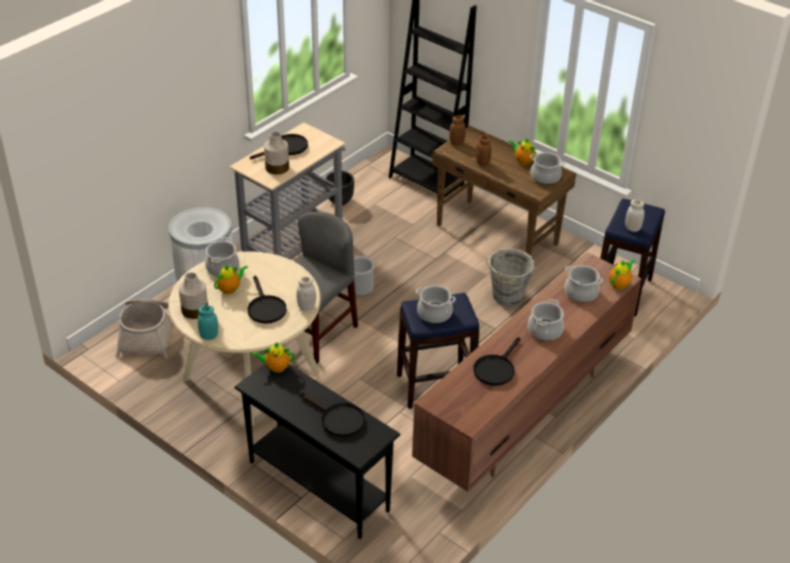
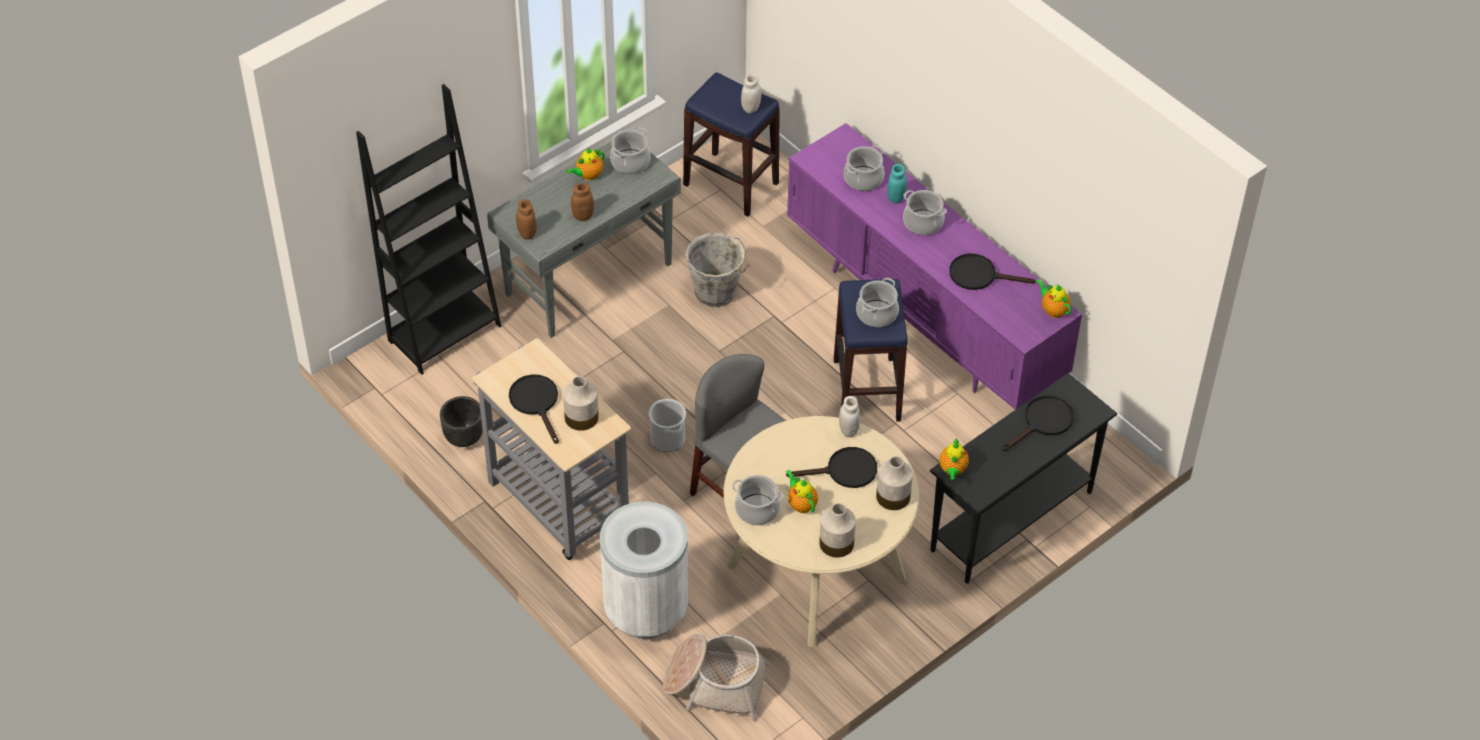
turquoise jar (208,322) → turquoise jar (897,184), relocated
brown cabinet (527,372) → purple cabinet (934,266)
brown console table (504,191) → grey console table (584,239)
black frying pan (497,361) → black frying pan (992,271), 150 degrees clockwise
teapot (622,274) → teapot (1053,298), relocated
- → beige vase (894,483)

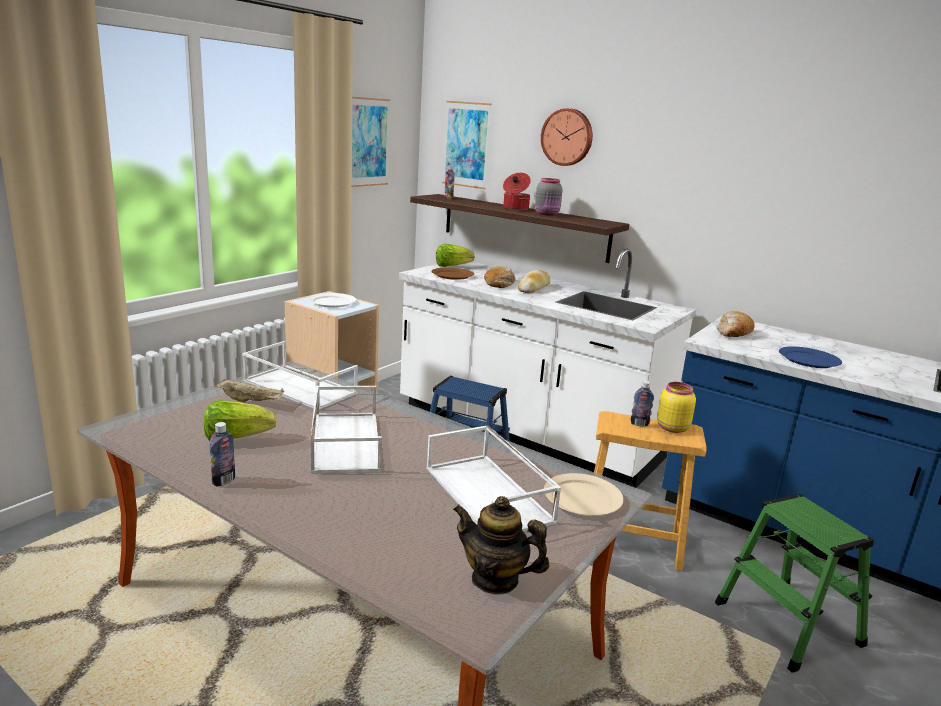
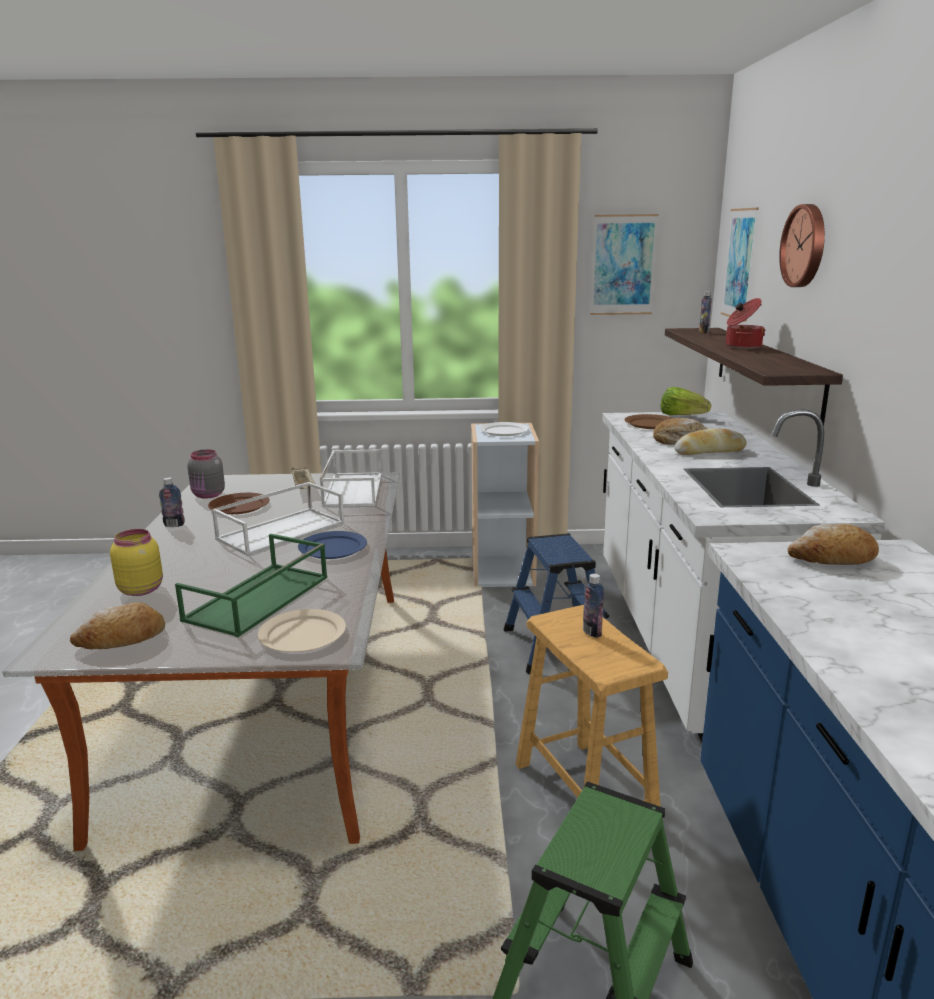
lettuce (240,420) → brown plate (238,503)
white tray (493,478) → green tray (251,585)
teapot (501,545) → bread (117,625)
grey jar (549,197) → grey jar (206,474), relocated
yellow jar (676,407) → yellow jar (136,562), relocated
blue plate (810,357) → blue plate (332,545), relocated

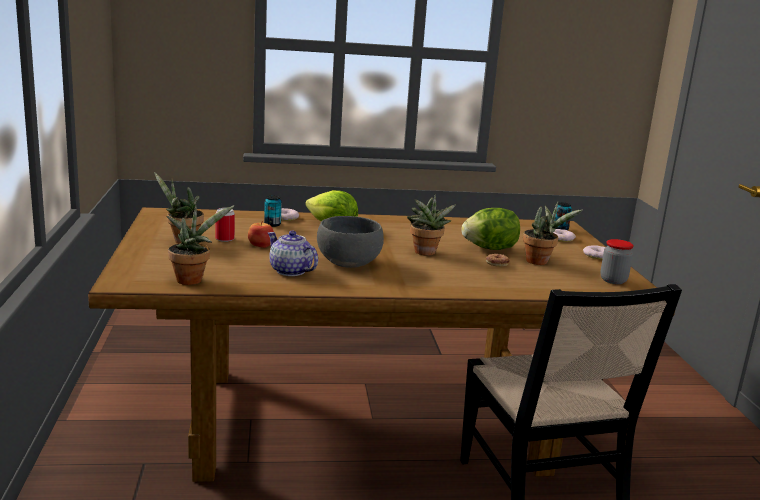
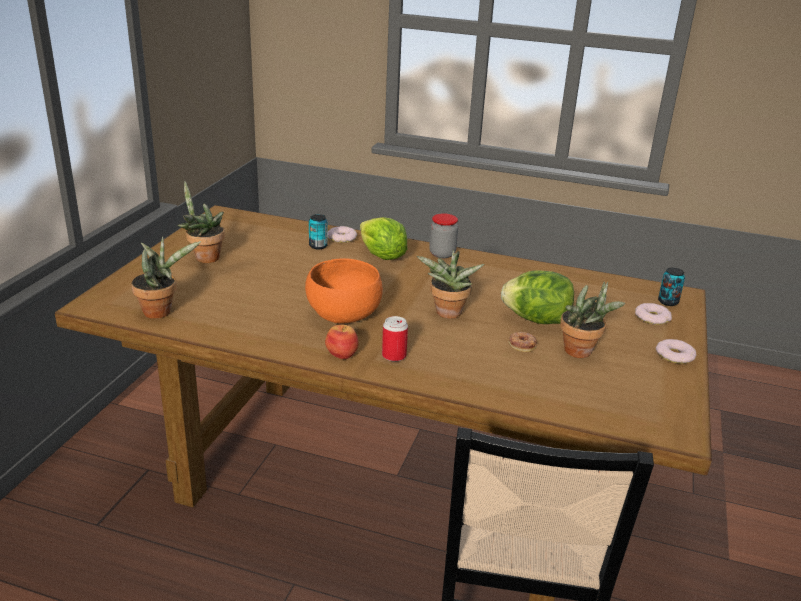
can (225,225) → can (395,339), relocated
apple (261,234) → apple (342,342), relocated
teapot (293,253) → -
grey bowl (350,242) → orange bowl (344,291)
jar (617,261) → jar (443,235), relocated

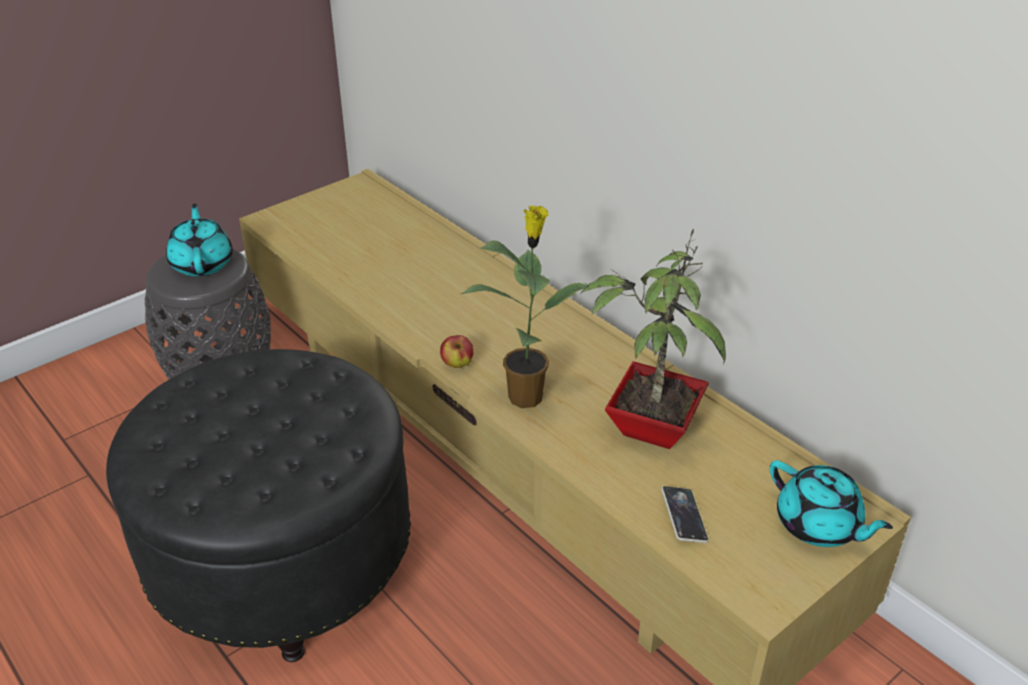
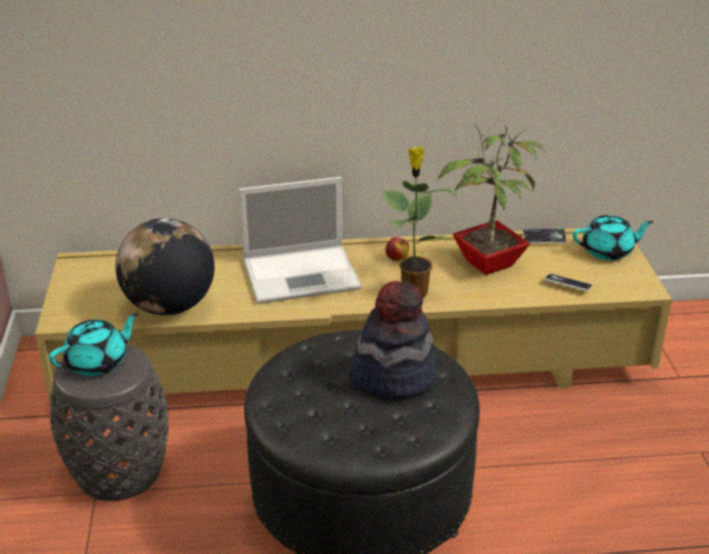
turquoise teapot (199,239) → turquoise teapot (94,344), 120 degrees clockwise
apple (456,351) → apple (397,249), relocated
- → globe (165,266)
- → laptop (300,240)
- → hat (393,340)
- → phone (544,236)

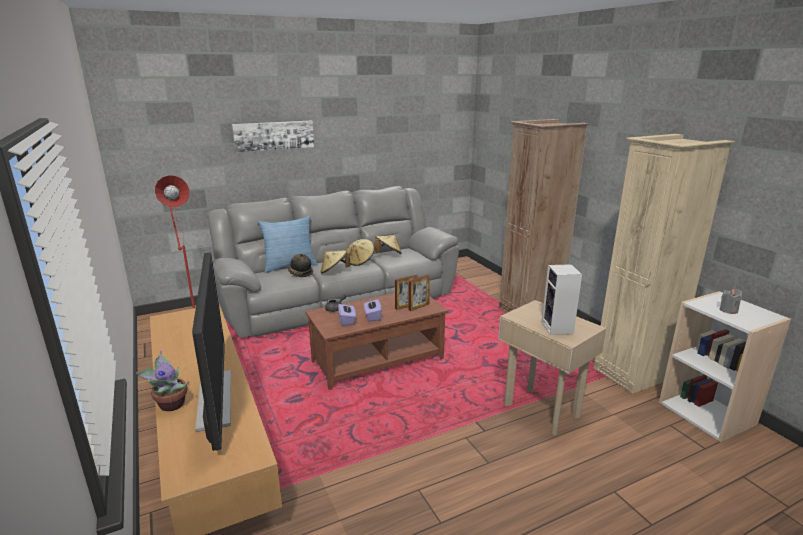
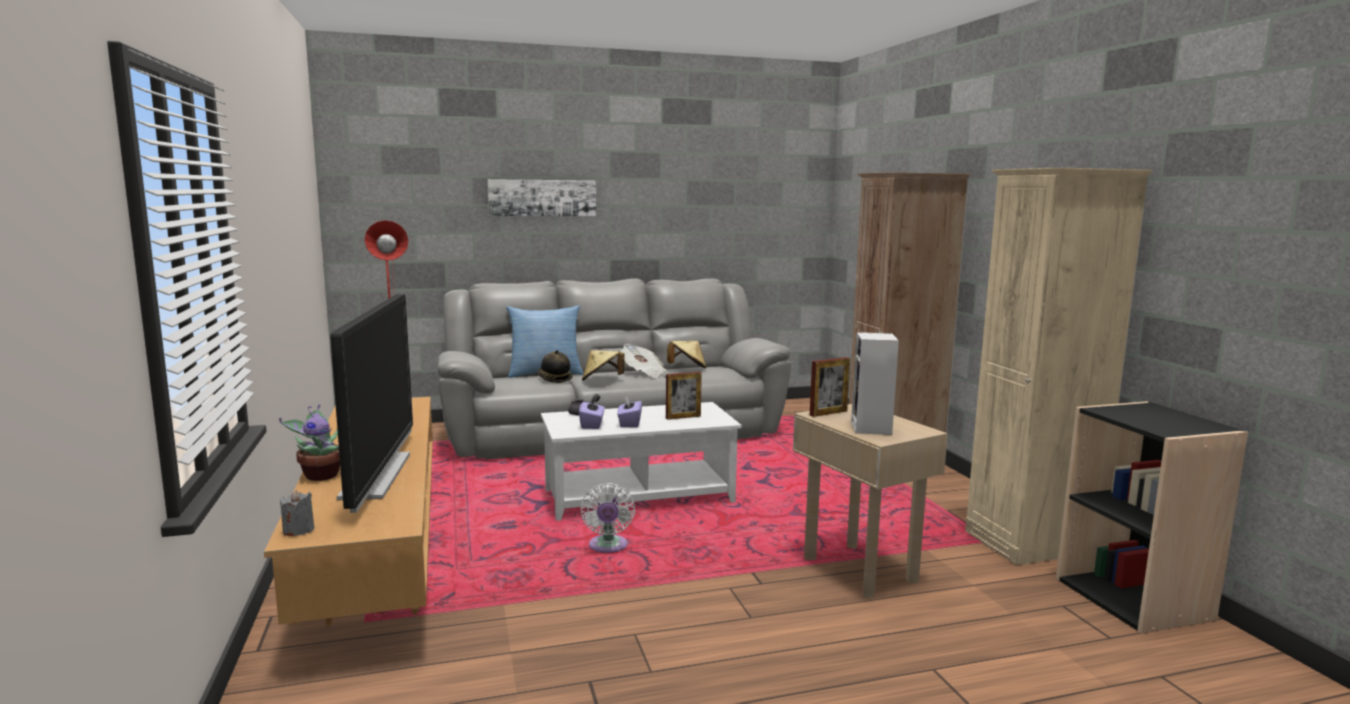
brown coffee table (376,341) → white coffee table (641,461)
beige hat (360,252) → newspaper (643,361)
picture frame (419,293) → picture frame (830,387), relocated
white bookcase (725,366) → black bookcase (1152,517)
grey candle (731,301) → grey candle (297,513), relocated
- → white fan (607,518)

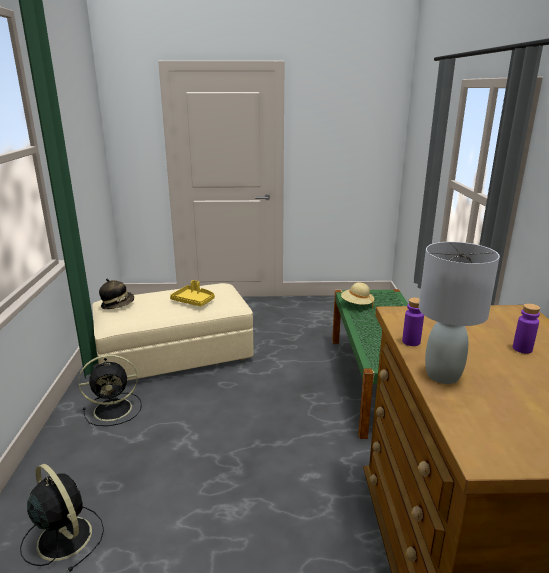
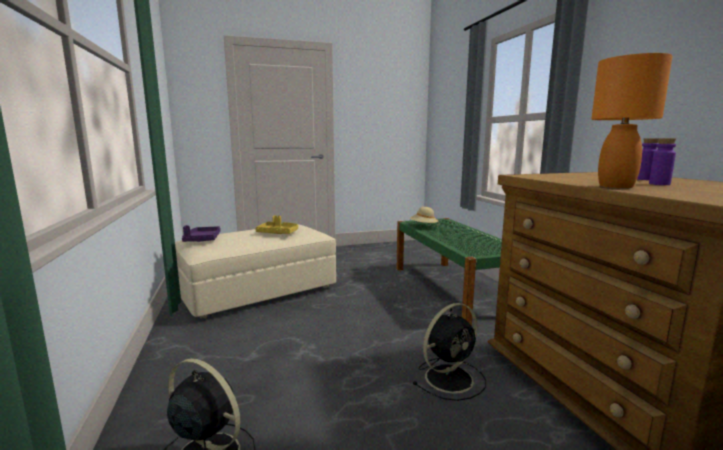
black fan (110,390) → black fan (449,352), relocated
hat (116,294) → purple tray (201,233)
purple bottle (413,322) → purple bottle (662,161), relocated
grey table lamp (459,313) → orange table lamp (632,120)

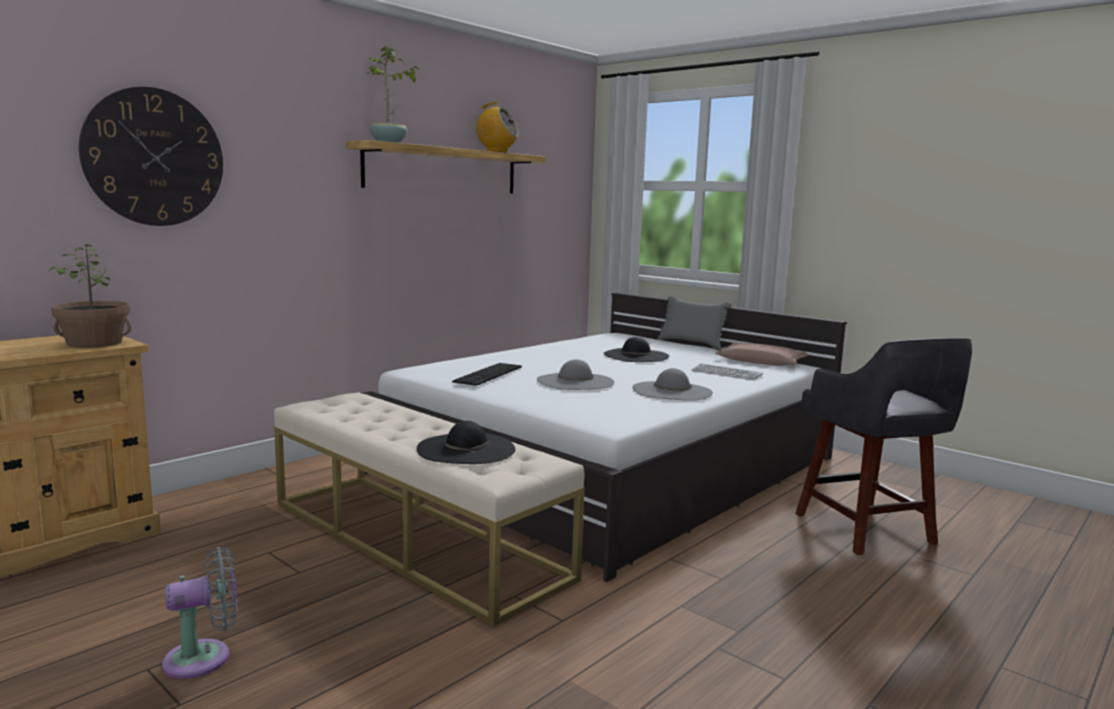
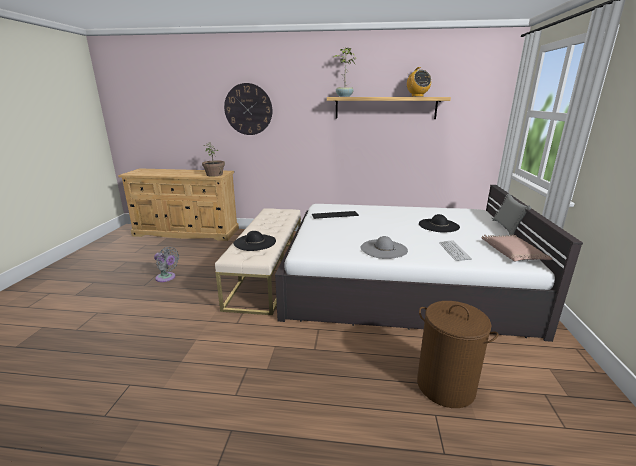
grey hat (575,374) → -
grey stool (883,446) → brown laundry basket (457,354)

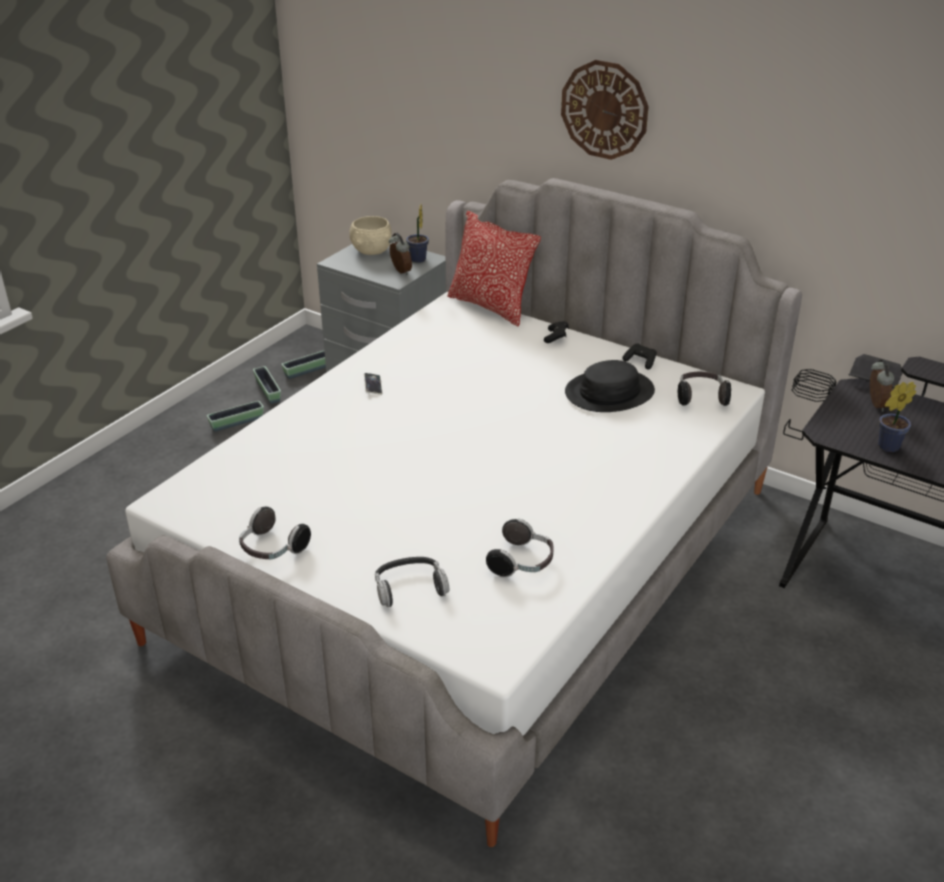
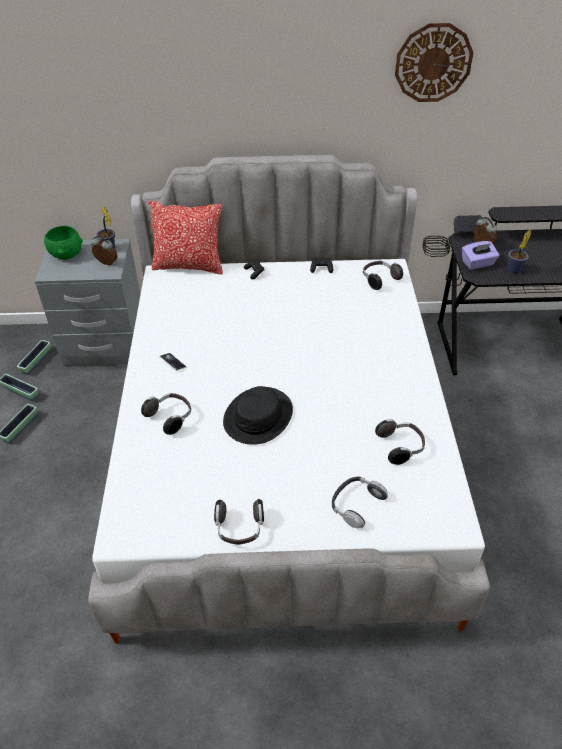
beige bowl (370,235) → green bowl (63,243)
wall clock (605,110) → wall clock (434,62), relocated
black hat (610,386) → black hat (258,415), relocated
- → headphones (166,414)
- → purple tissue box (480,255)

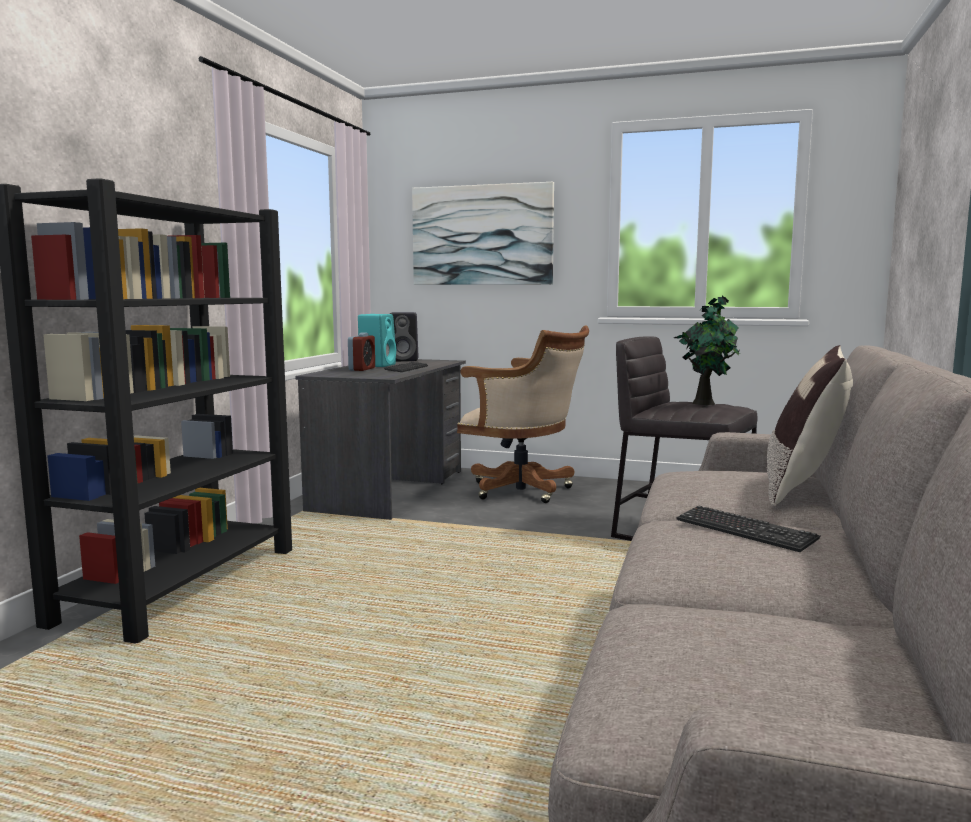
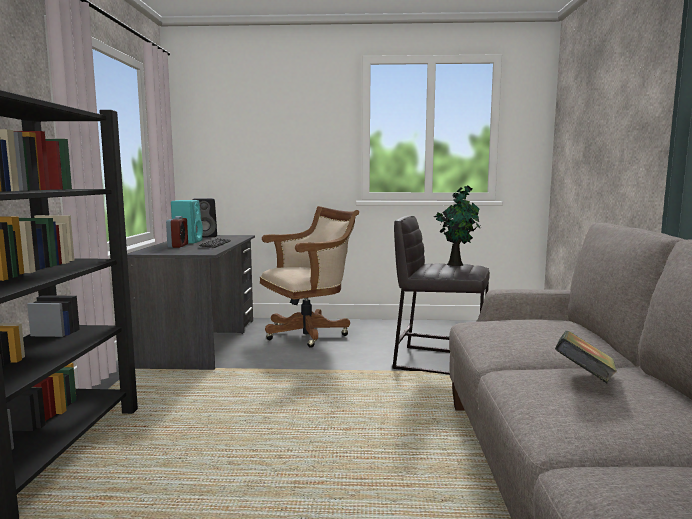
picture (483,233) → -
office chair (523,414) → office chair (309,276), 45 degrees counterclockwise
keyboard (749,529) → book (586,357)
pillow (810,425) → -

